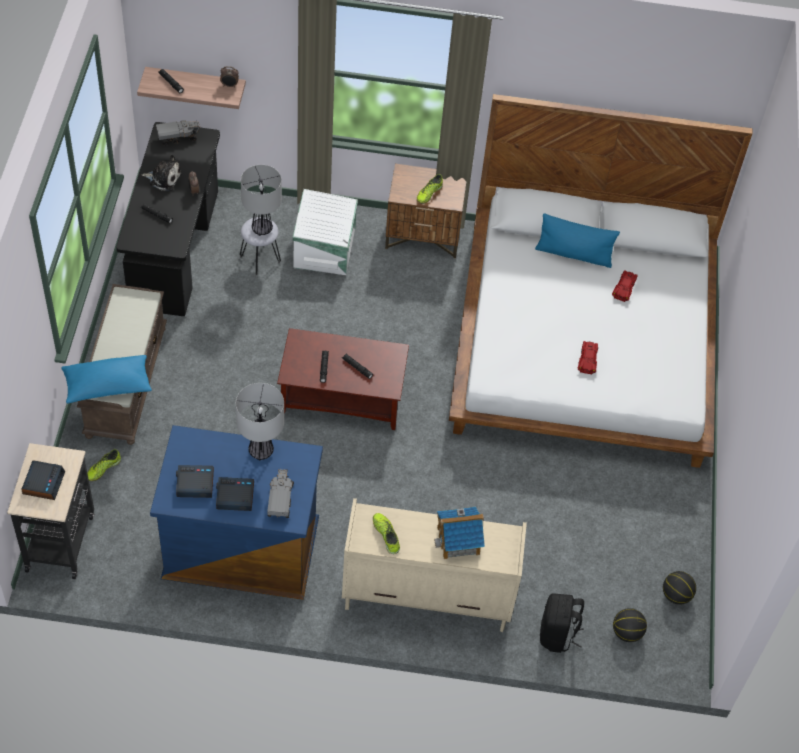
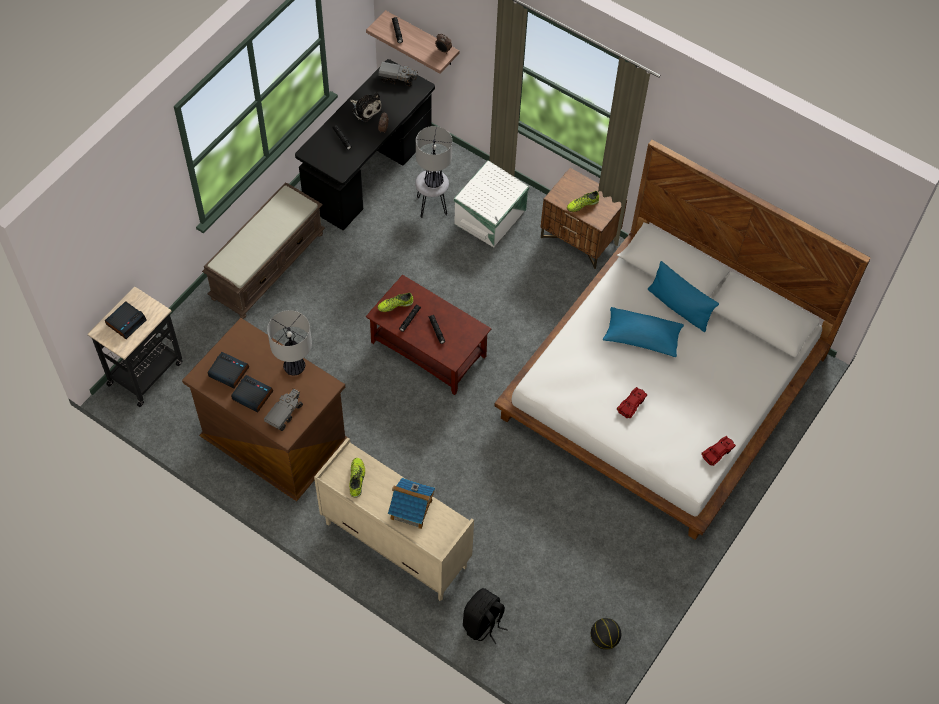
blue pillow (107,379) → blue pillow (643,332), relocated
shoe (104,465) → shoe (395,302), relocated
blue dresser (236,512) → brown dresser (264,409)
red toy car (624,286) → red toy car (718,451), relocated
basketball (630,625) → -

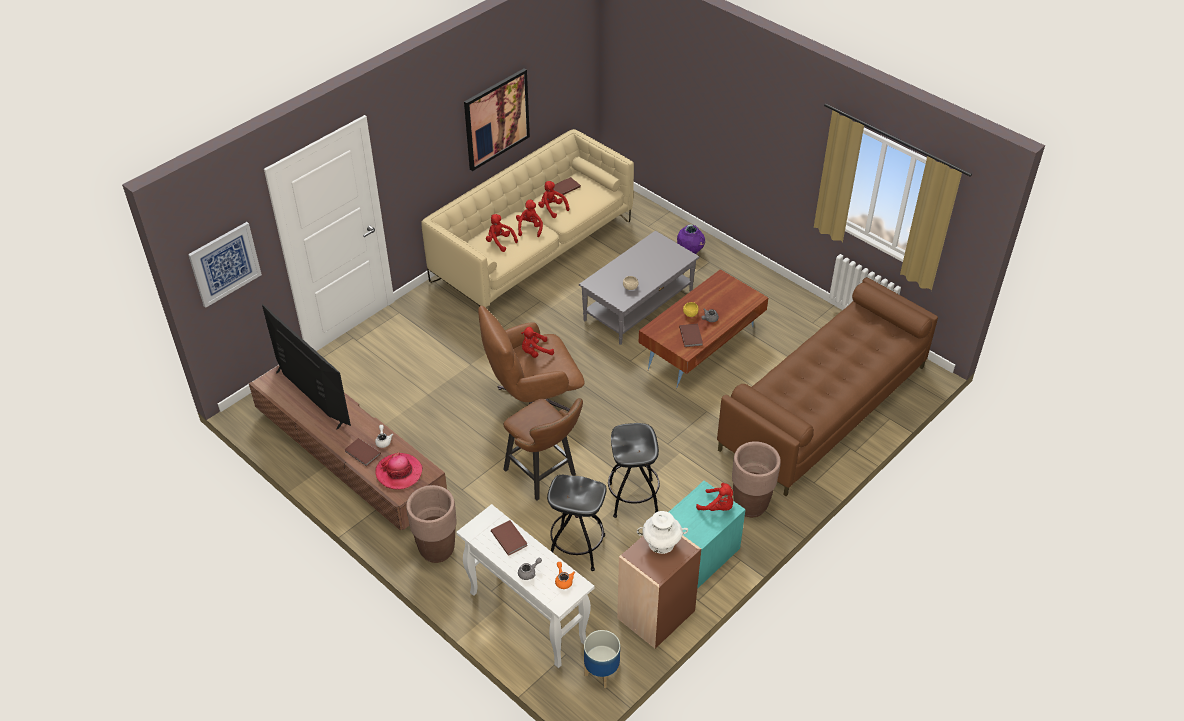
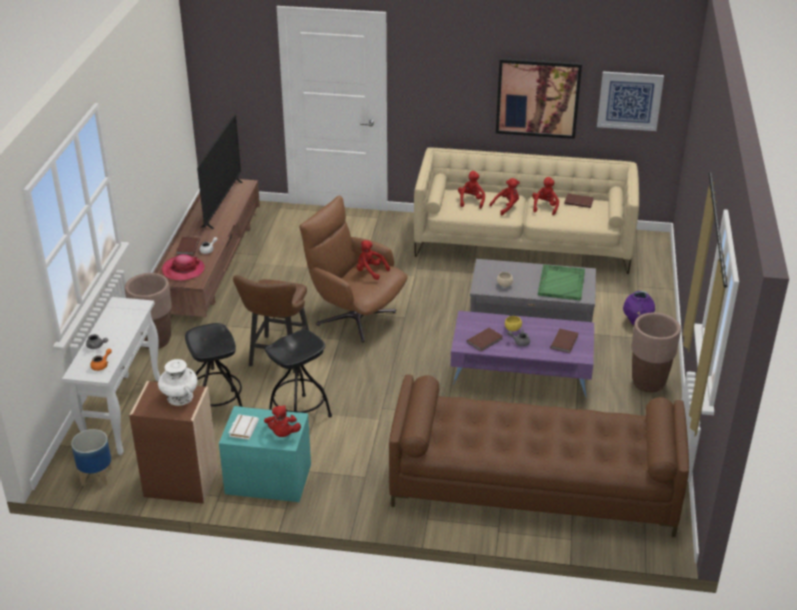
picture (225,265) → picture (630,101), relocated
brown book (509,538) → brown book (564,341), relocated
brown coffee table (703,329) → purple coffee table (522,355)
brown planter (756,479) → brown planter (656,352), relocated
- → white book (244,427)
- → green tray (561,282)

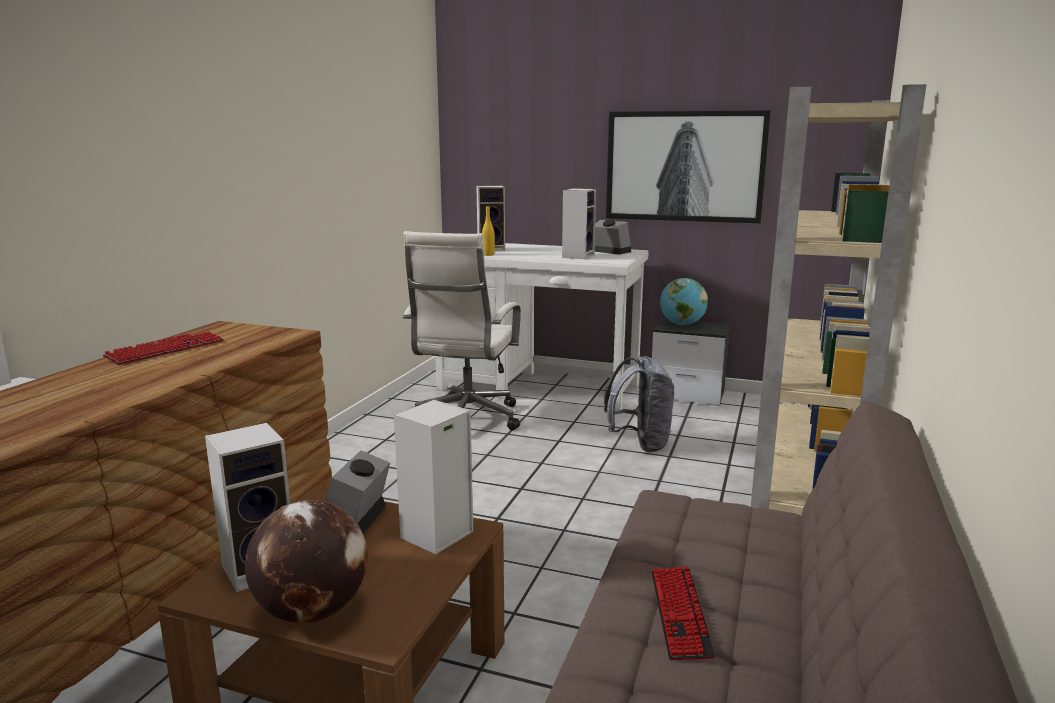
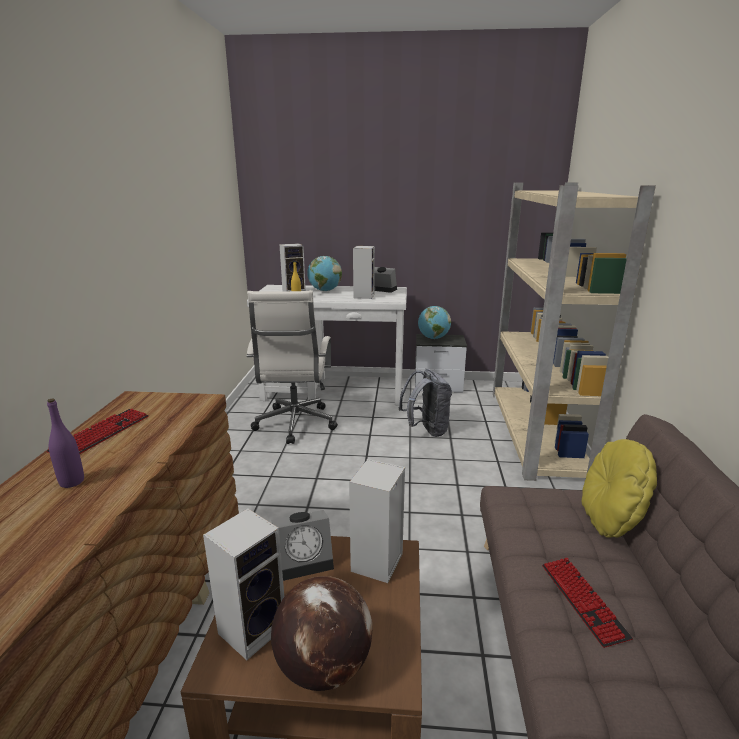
alarm clock (358,491) → alarm clock (303,545), 105 degrees counterclockwise
picture (688,166) → -
- → purple bottle (65,443)
- → globe (324,273)
- → yellow pillow (619,488)

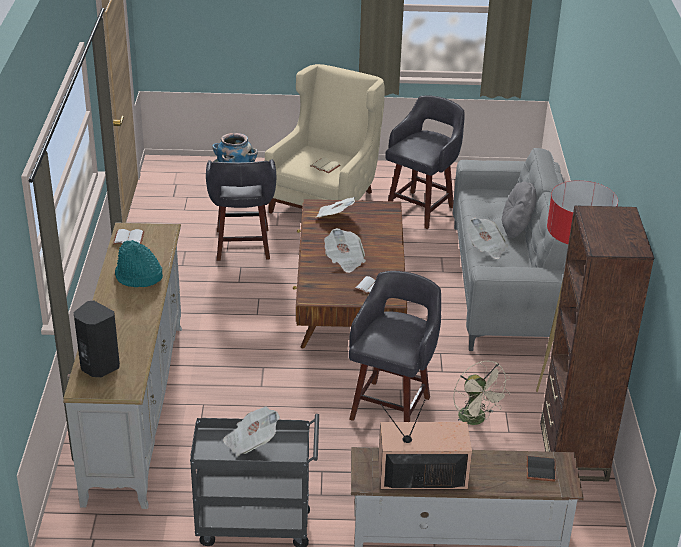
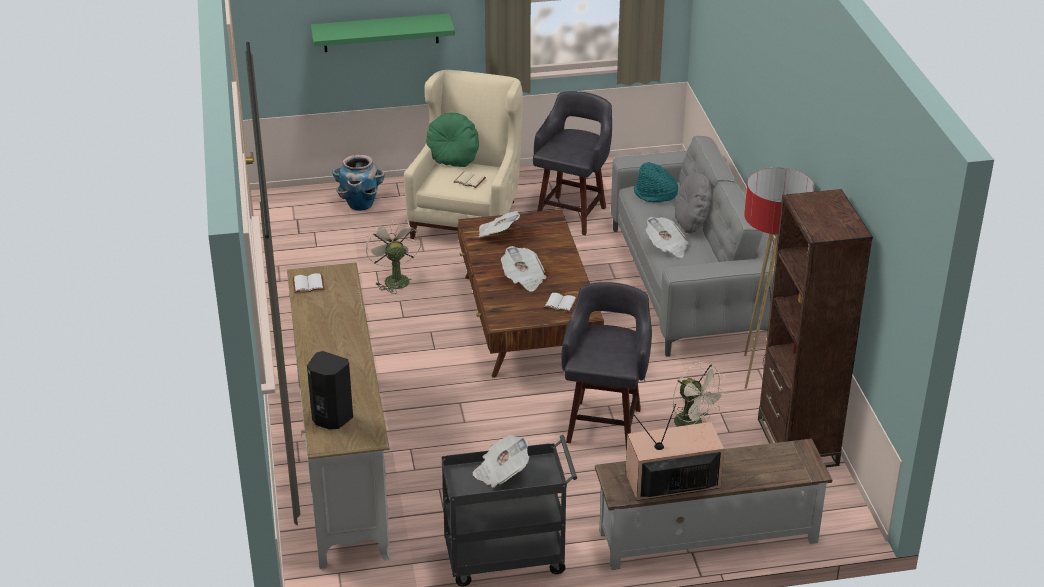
turquoise hat (139,263) → turquoise hat (656,182), relocated
grey stool (241,210) → beige fan (393,256)
black book (541,469) → -
- → green shelf (383,33)
- → green pillow (452,140)

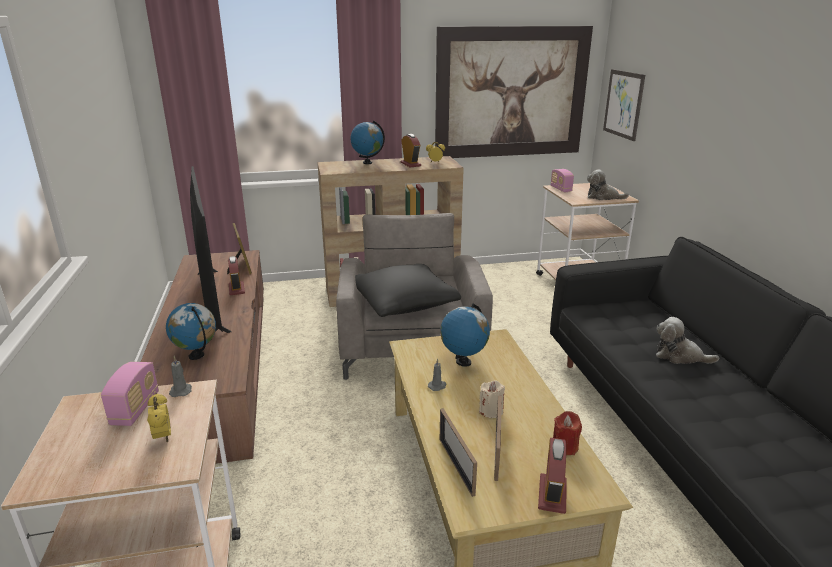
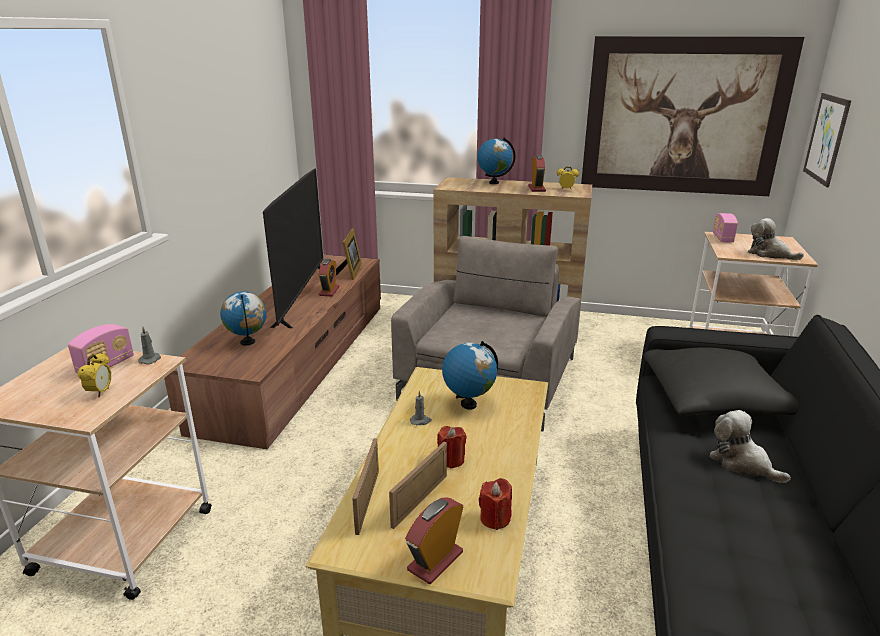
black pillow (408,290) → black pillow (721,381), relocated
beige candle (492,399) → red candle (452,447)

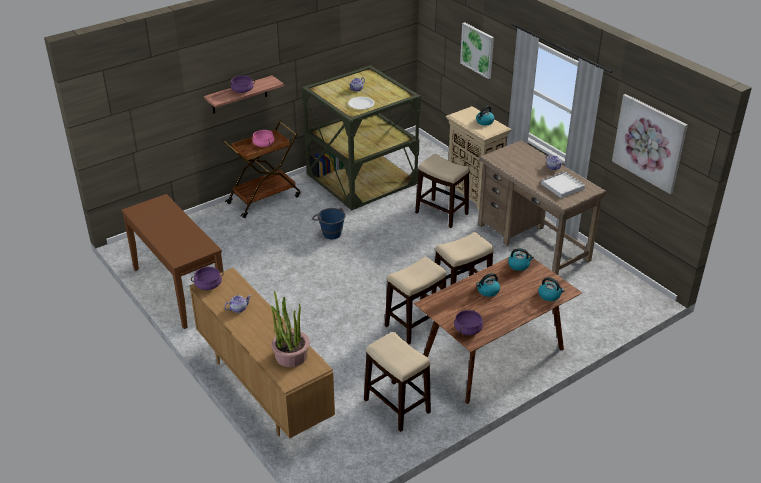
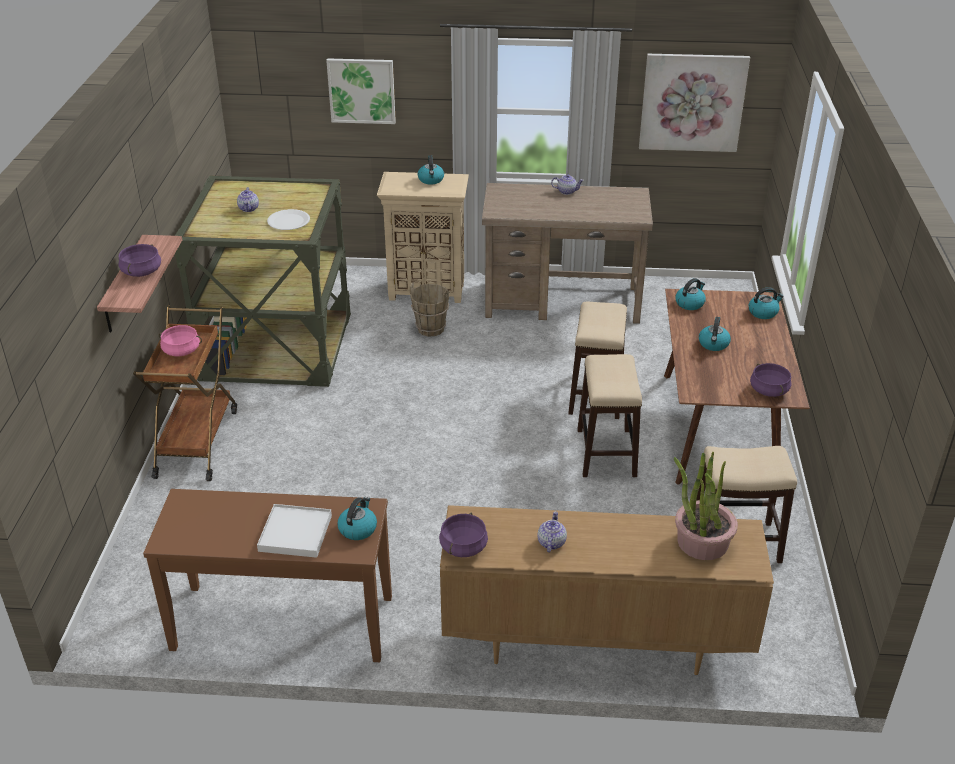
blue bucket (328,223) → -
stool (442,191) → brown bucket (429,309)
white tray (563,185) → white tray (294,531), relocated
- → kettle (357,518)

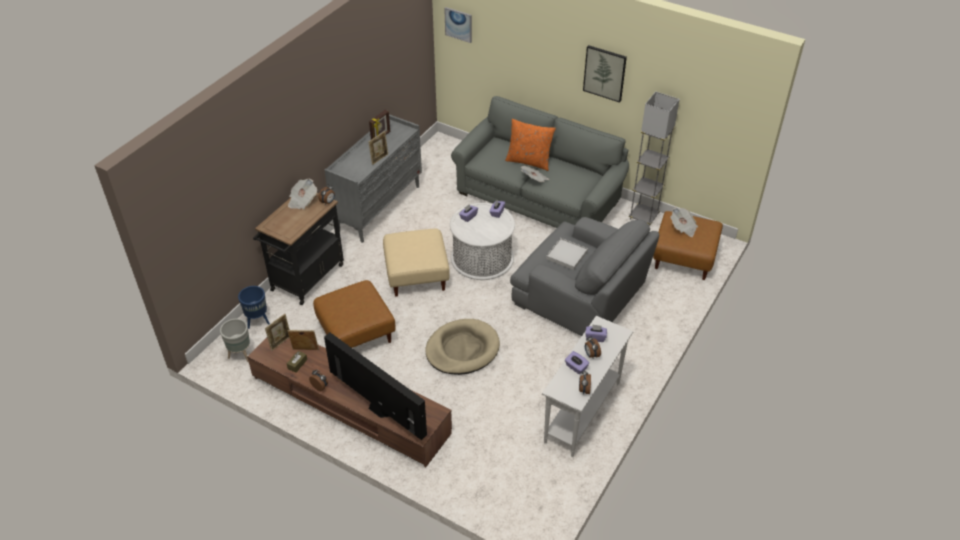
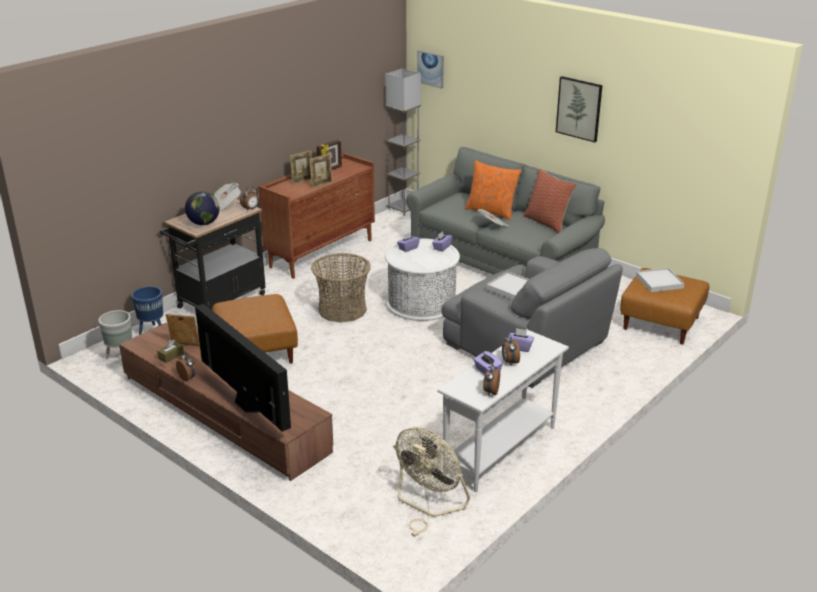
picture frame (277,332) → picture frame (301,167), relocated
grey cabinet (373,178) → brown cabinet (316,216)
beige ottoman (416,263) → basket (341,288)
beige dog bed (462,347) → -
grey floor lamp (654,159) → grey floor lamp (403,142), relocated
newspaper (684,222) → white tray (660,280)
- → globe (202,208)
- → beige fan (431,482)
- → pillow (549,201)

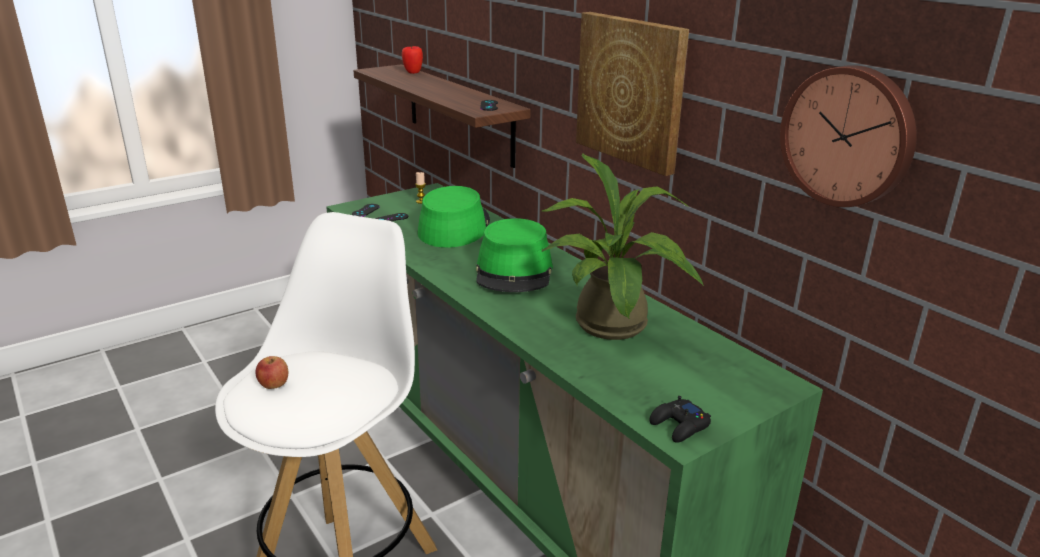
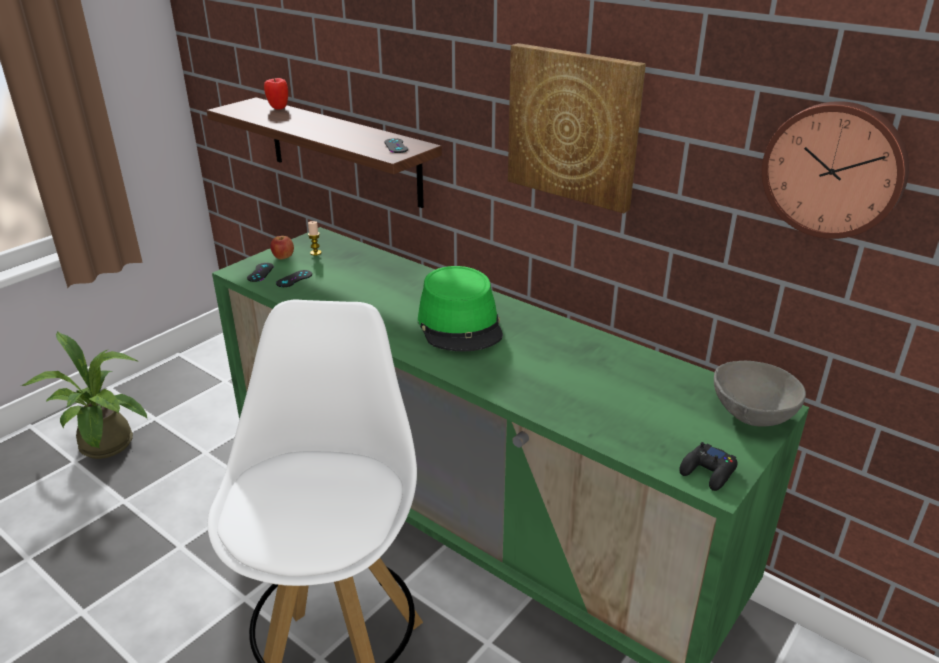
apple (271,372) → apple (282,247), relocated
green hat (453,217) → -
potted plant (623,246) → potted plant (84,395), relocated
- → grey bowl (760,394)

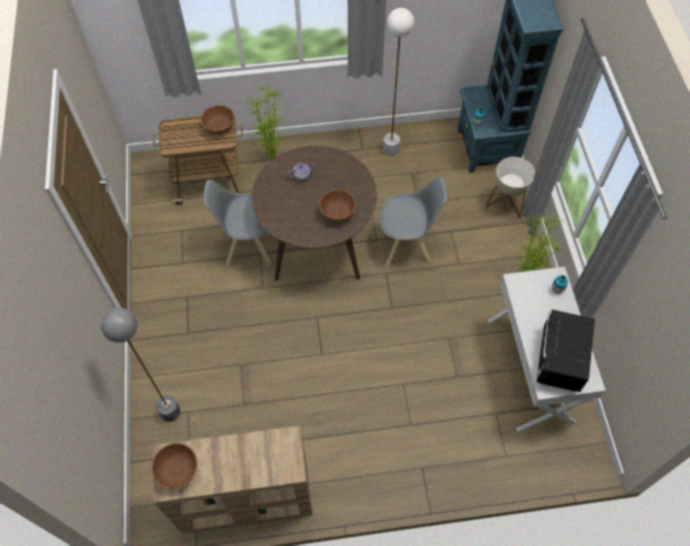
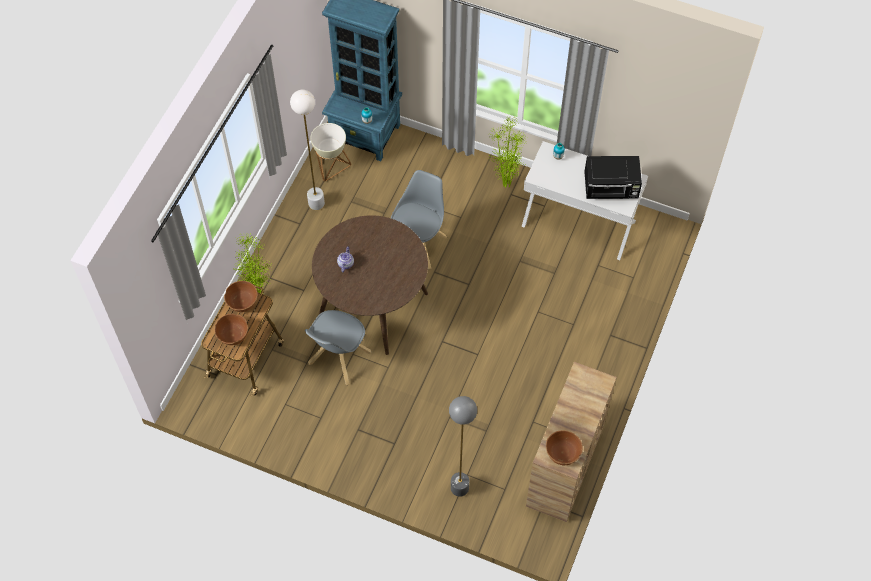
brown bowl (337,206) → brown bowl (231,329), relocated
planter (510,187) → planter (331,152), relocated
black microwave (566,351) → black microwave (613,177), 45 degrees counterclockwise

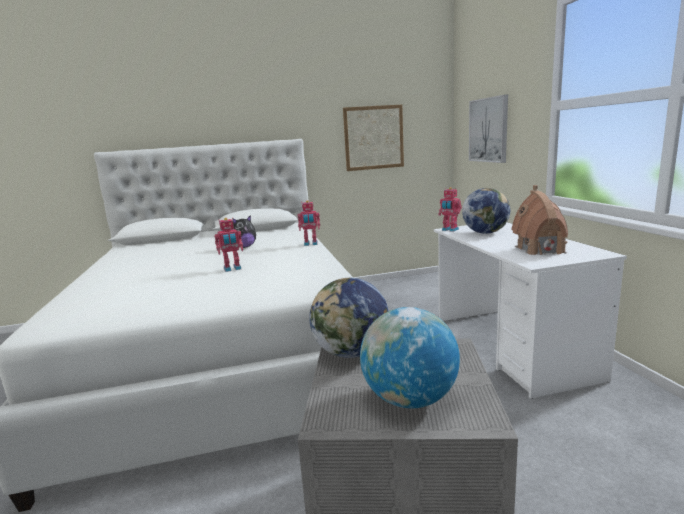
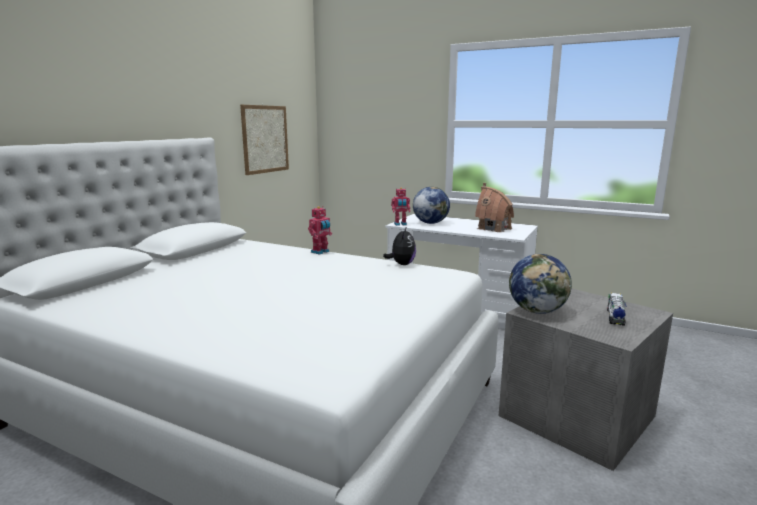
toy robot (228,245) → -
plush toy (244,231) → plush toy (399,245), relocated
globe (410,357) → toy truck (616,309)
picture (488,128) → -

